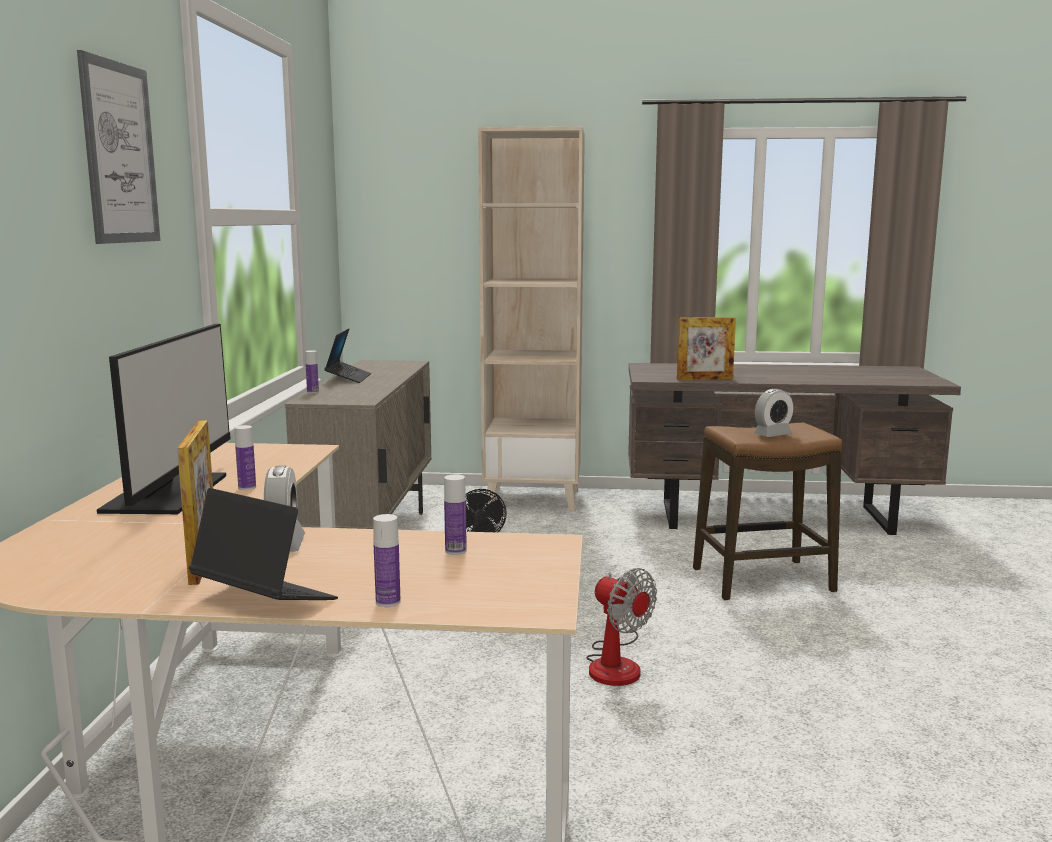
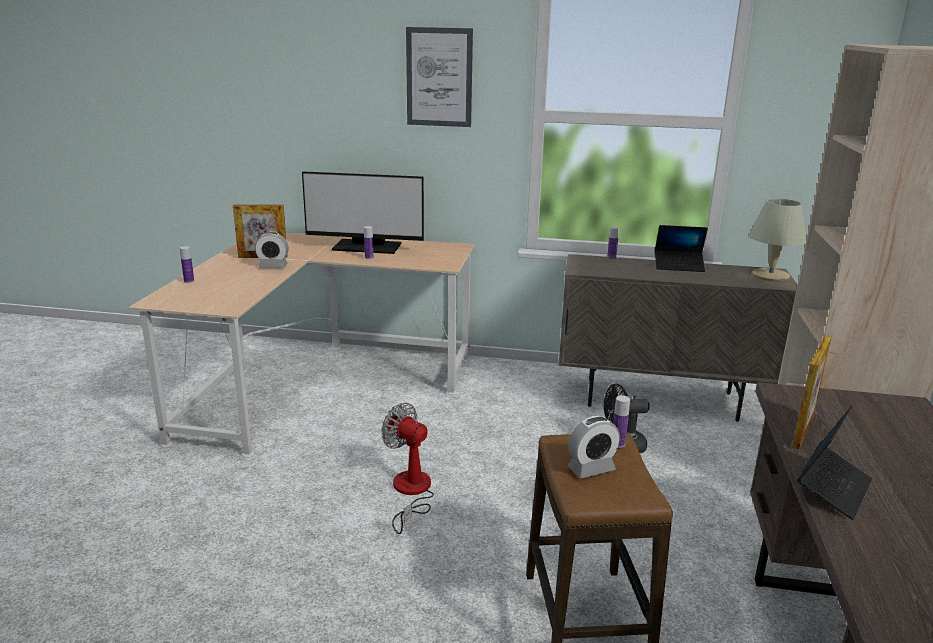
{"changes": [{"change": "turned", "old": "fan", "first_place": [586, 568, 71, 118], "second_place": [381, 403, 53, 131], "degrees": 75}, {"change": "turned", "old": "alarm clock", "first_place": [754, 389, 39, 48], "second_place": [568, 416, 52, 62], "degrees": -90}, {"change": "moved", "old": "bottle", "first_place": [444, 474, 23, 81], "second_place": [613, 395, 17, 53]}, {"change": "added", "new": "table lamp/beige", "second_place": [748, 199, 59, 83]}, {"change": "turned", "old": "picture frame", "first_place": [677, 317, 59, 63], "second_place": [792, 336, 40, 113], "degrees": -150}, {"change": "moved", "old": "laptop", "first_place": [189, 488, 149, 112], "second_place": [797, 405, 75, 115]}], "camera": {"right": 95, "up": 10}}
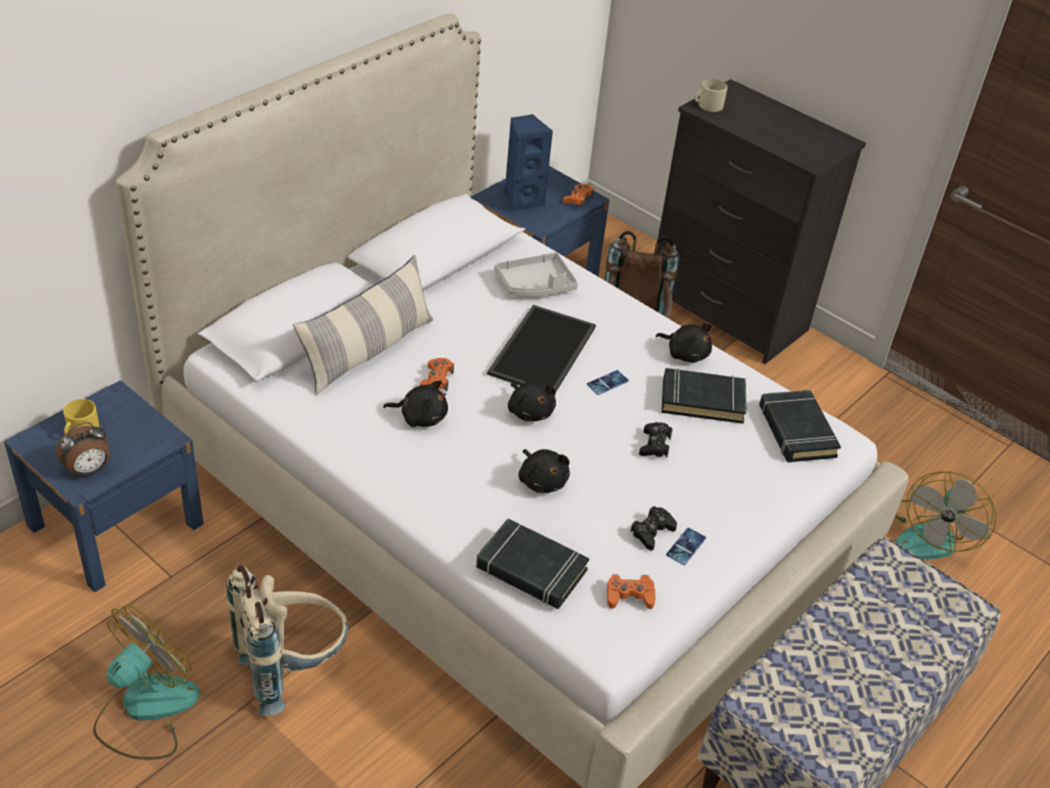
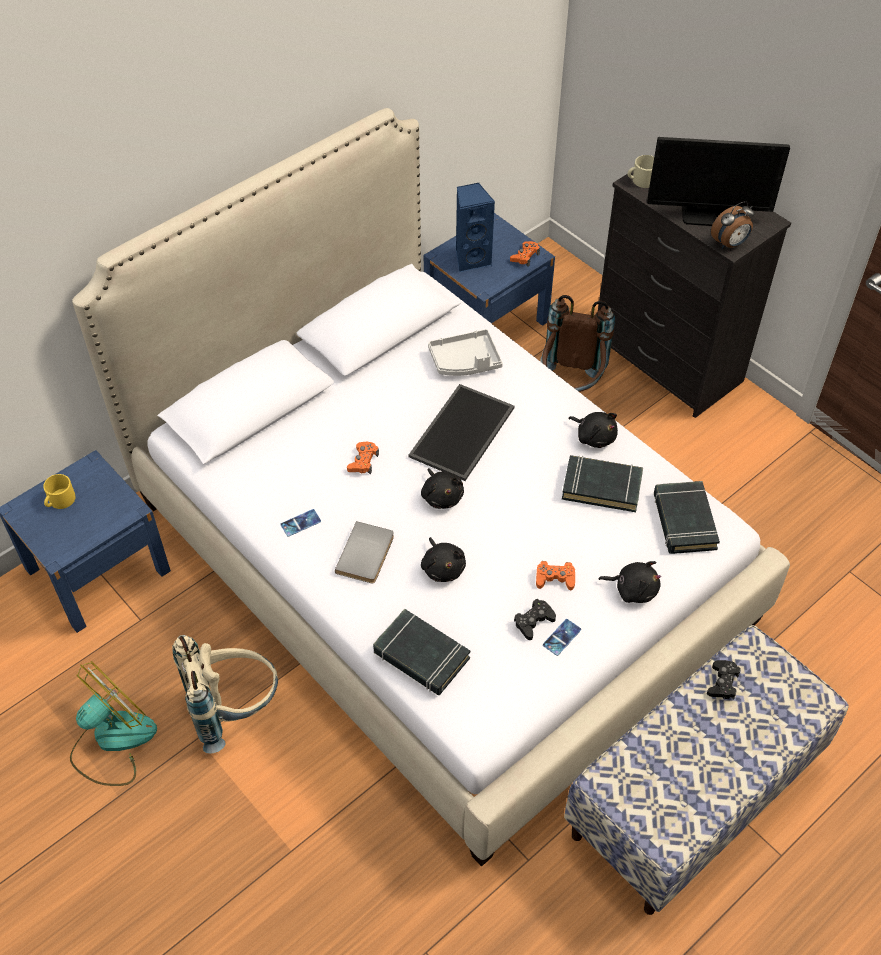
{"changes": [{"change": "moved", "old": "phone", "first_place": [587, 370, 42, 25], "second_place": [280, 509, 41, 28]}, {"change": "added", "new": "book/grey", "second_place": [335, 521, 59, 63]}, {"change": "moved", "old": "game controller/orange", "first_place": [607, 574, 49, 35], "second_place": [536, 561, 39, 29]}, {"change": "moved", "old": "plush toy/black", "first_place": [383, 381, 65, 46], "second_place": [599, 561, 62, 42]}, {"change": "added", "new": "monitor", "second_place": [647, 137, 143, 89]}, {"change": "moved", "old": "game controller/black", "first_place": [639, 422, 34, 36], "second_place": [707, 660, 34, 39]}, {"change": "moved", "old": "alarm clock", "first_place": [56, 422, 54, 55], "second_place": [711, 201, 44, 48]}, {"change": "removed", "old": "pillow", "first_place": [293, 255, 140, 140]}, {"change": "removed", "old": "fan", "first_place": [895, 471, 101, 88]}], "camera": {"right": 10, "up": 10}}
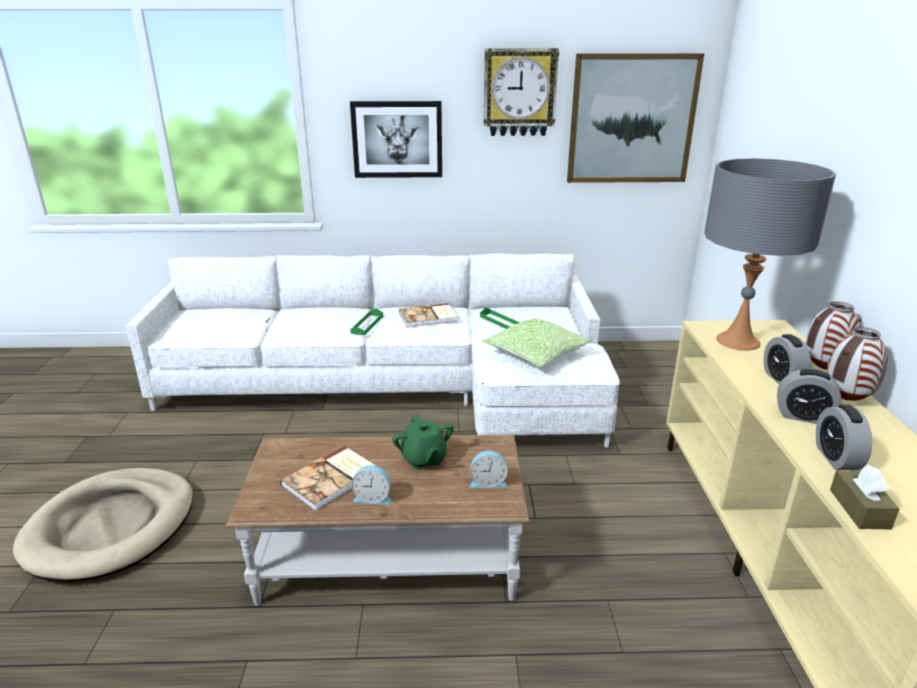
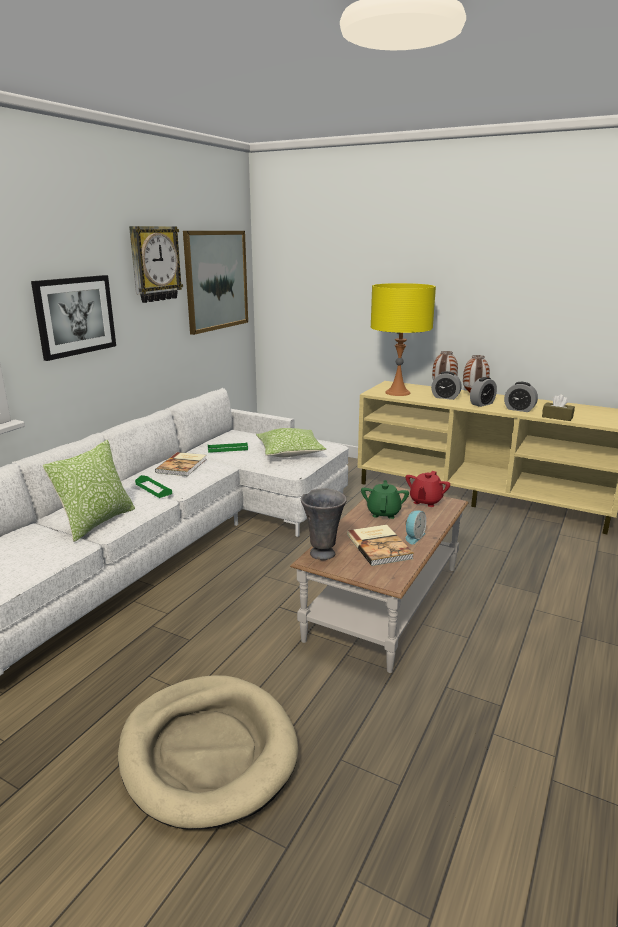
{"changes": [{"change": "added", "new": "pillow", "second_place": [43, 440, 92, 102]}, {"change": "added", "new": "vase/grey", "second_place": [301, 489, 46, 71]}, {"change": "turned", "old": "teapot/green", "first_place": [392, 414, 62, 56], "second_place": [361, 480, 48, 39], "degrees": -90}, {"change": "recoloured", "old": "table lamp/grey", "new": "table lamp/yellow", "first_place": [704, 158, 132, 193], "second_place": [371, 283, 65, 113]}, {"change": "replaced", "old": "alarm clock", "new": "teapot/red", "first_place": [470, 450, 38, 38], "second_place": [406, 471, 44, 36]}], "camera": {"right": -60, "up": -5}}
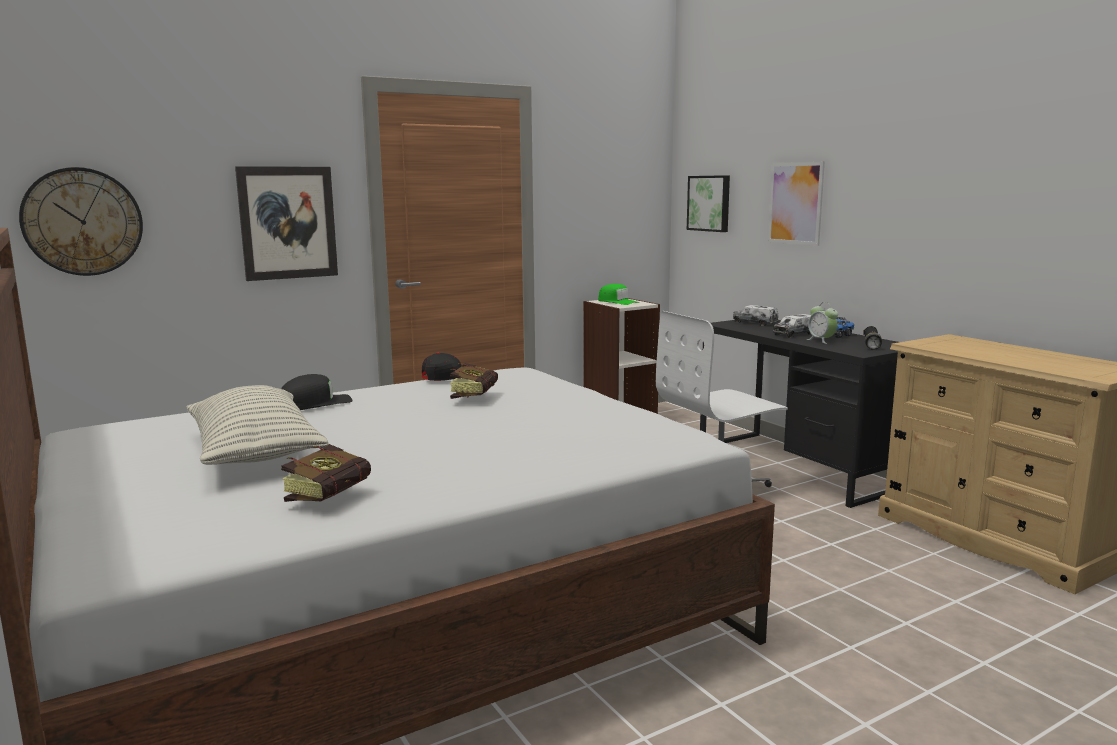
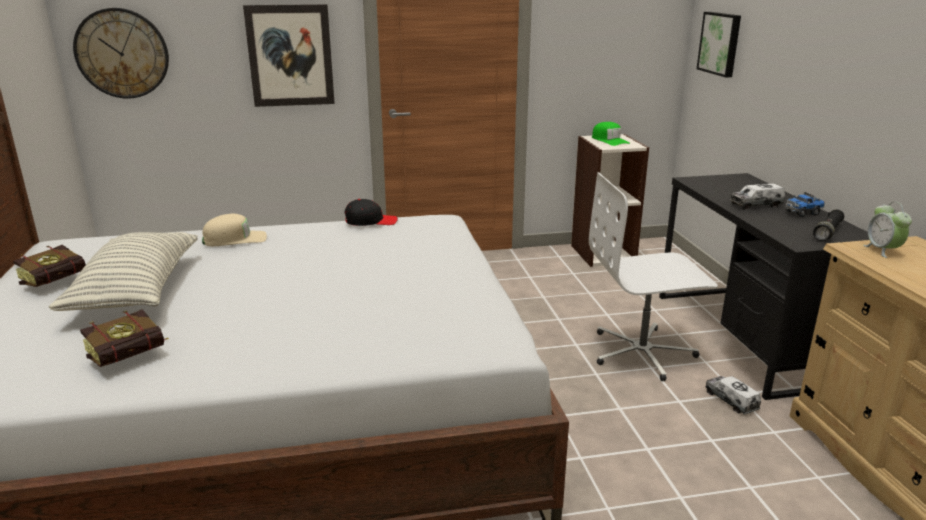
{"changes": [{"change": "moved", "old": "book", "first_place": [450, 363, 48, 36], "second_place": [13, 245, 73, 42]}, {"change": "recoloured", "old": "cap/black", "new": "cap/beige", "first_place": [281, 374, 72, 36], "second_place": [202, 214, 65, 32]}, {"change": "moved", "old": "toy truck", "first_place": [733, 305, 45, 21], "second_place": [705, 376, 56, 39]}, {"change": "moved", "old": "alarm clock", "first_place": [807, 302, 31, 42], "second_place": [863, 202, 49, 56]}, {"change": "removed", "old": "picture", "first_place": [768, 162, 57, 84]}], "camera": {"right": 20, "up": 10}}
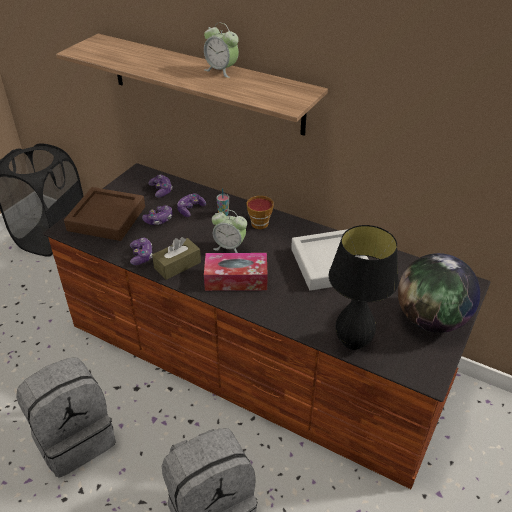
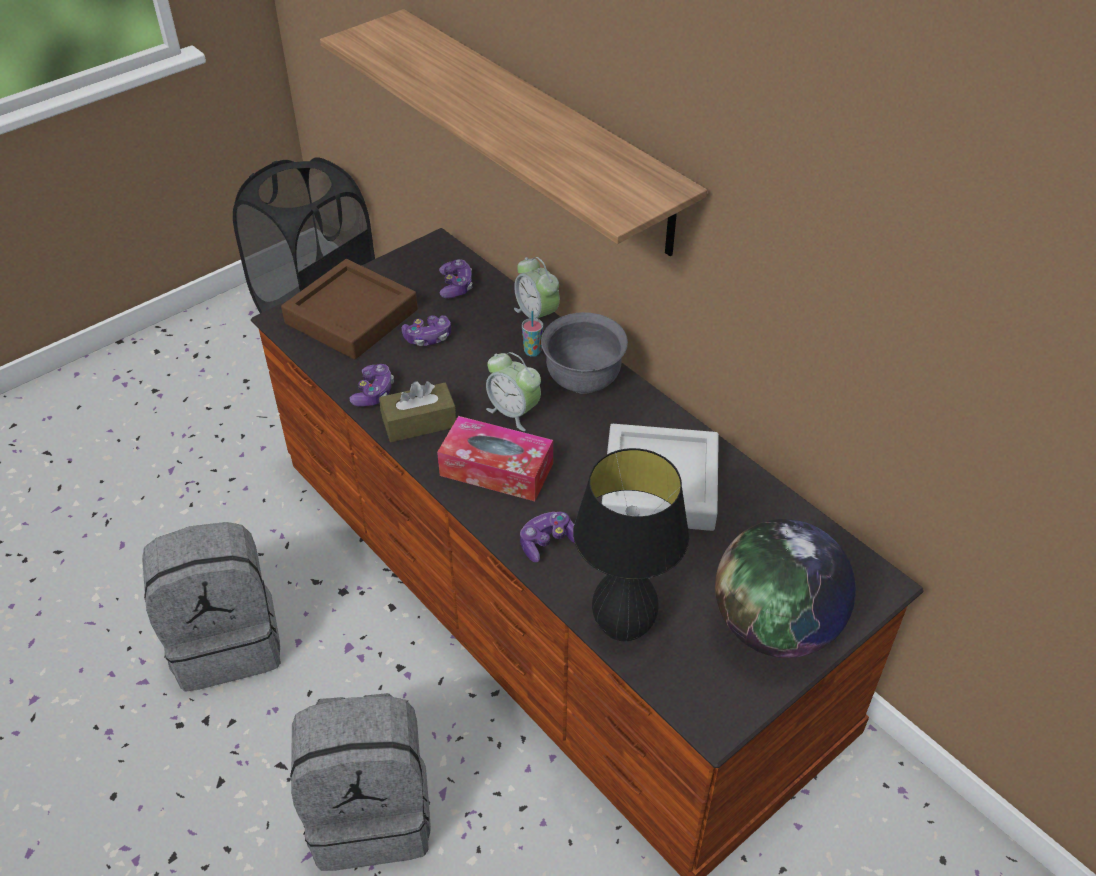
{"changes": [{"change": "moved", "old": "alarm clock", "first_place": [204, 22, 35, 56], "second_place": [514, 257, 46, 62]}, {"change": "moved", "old": "game controller", "first_place": [177, 193, 29, 24], "second_place": [520, 512, 55, 50]}, {"change": "replaced", "old": "cup", "new": "bowl/grey", "first_place": [246, 196, 28, 33], "second_place": [541, 312, 87, 82]}], "camera": {"right": 20, "up": 5}}
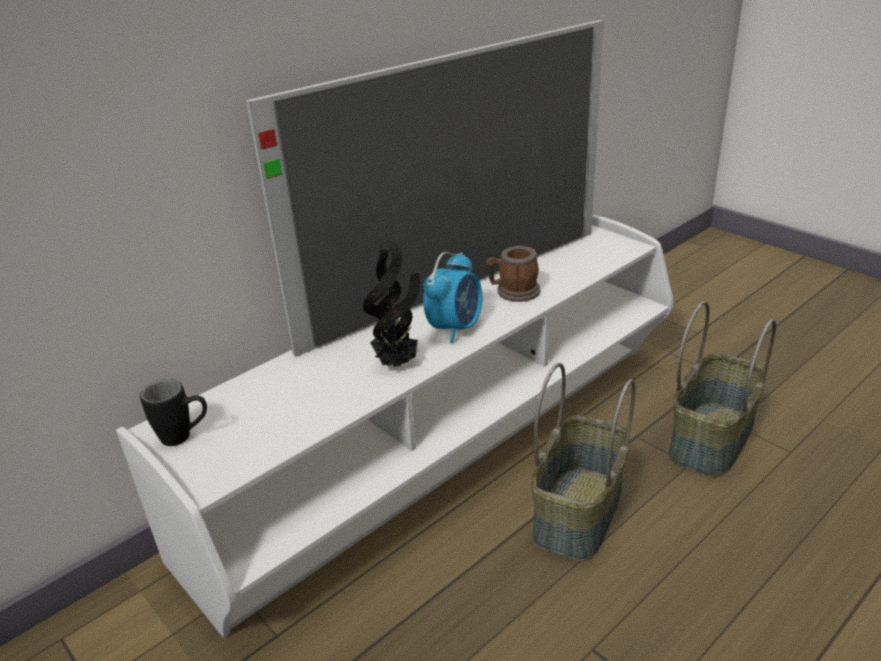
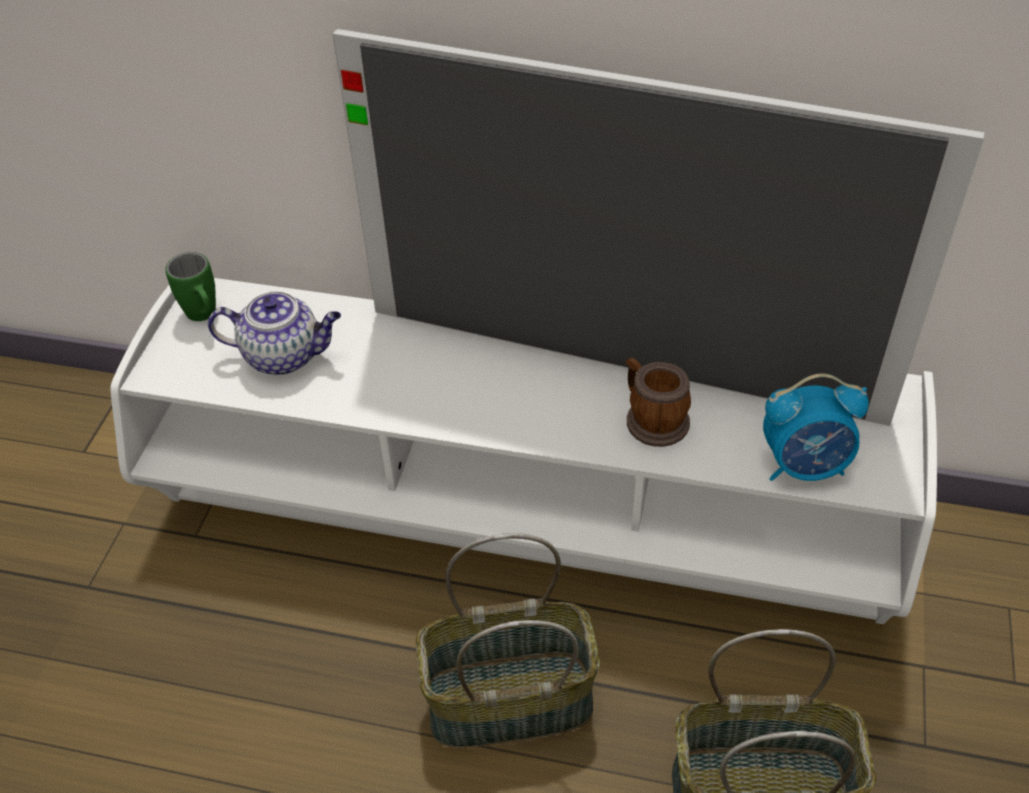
{"changes": [{"change": "recoloured", "old": "mug/black", "new": "mug/green", "first_place": [140, 379, 67, 67], "second_place": [165, 252, 51, 69]}, {"change": "added", "new": "teapot", "second_place": [208, 291, 133, 84]}, {"change": "moved", "old": "alarm clock", "first_place": [423, 252, 59, 92], "second_place": [763, 374, 106, 107]}, {"change": "removed", "old": "potted plant", "first_place": [363, 240, 57, 127]}], "camera": {"right": 55, "up": 15}}
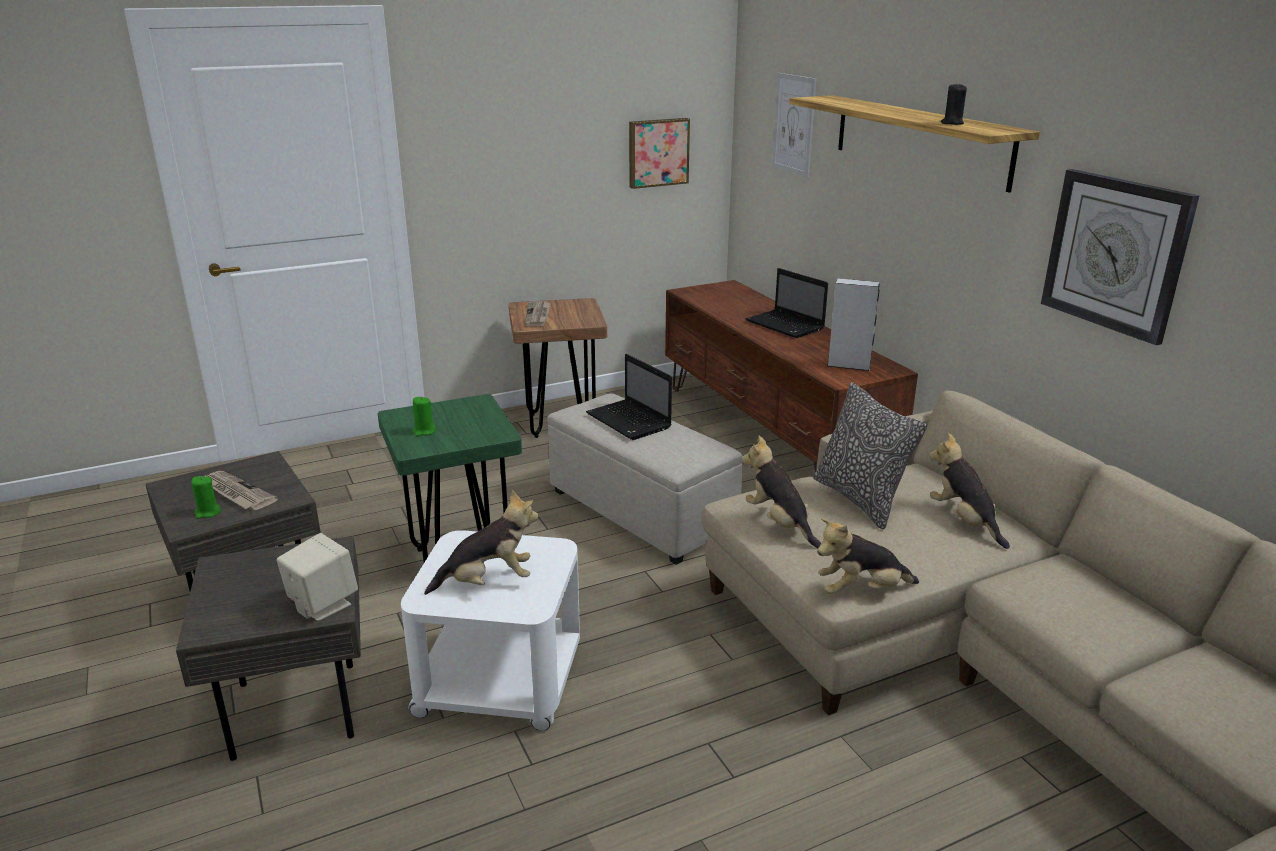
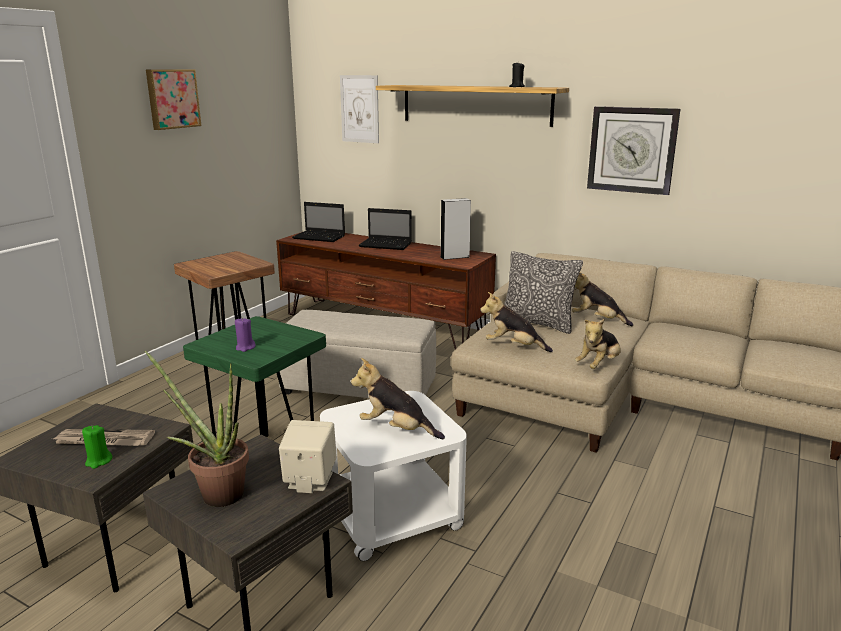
{"changes": [{"change": "added", "new": "potted plant", "second_place": [145, 350, 104, 157]}, {"change": "moved", "old": "picture", "first_place": [629, 118, 61, 71], "second_place": [146, 69, 55, 61]}, {"change": "recoloured", "old": "candle/green", "new": "candle/purple", "first_place": [412, 397, 24, 39], "second_place": [235, 317, 21, 35]}, {"change": "moved", "old": "laptop", "first_place": [586, 354, 86, 86], "second_place": [292, 202, 53, 40]}, {"change": "turned", "old": "plush toy", "first_place": [424, 490, 115, 105], "second_place": [351, 358, 94, 81], "degrees": -105}, {"change": "removed", "old": "newspaper", "first_place": [525, 301, 26, 26]}], "camera": {"right": -35, "up": -5}}
